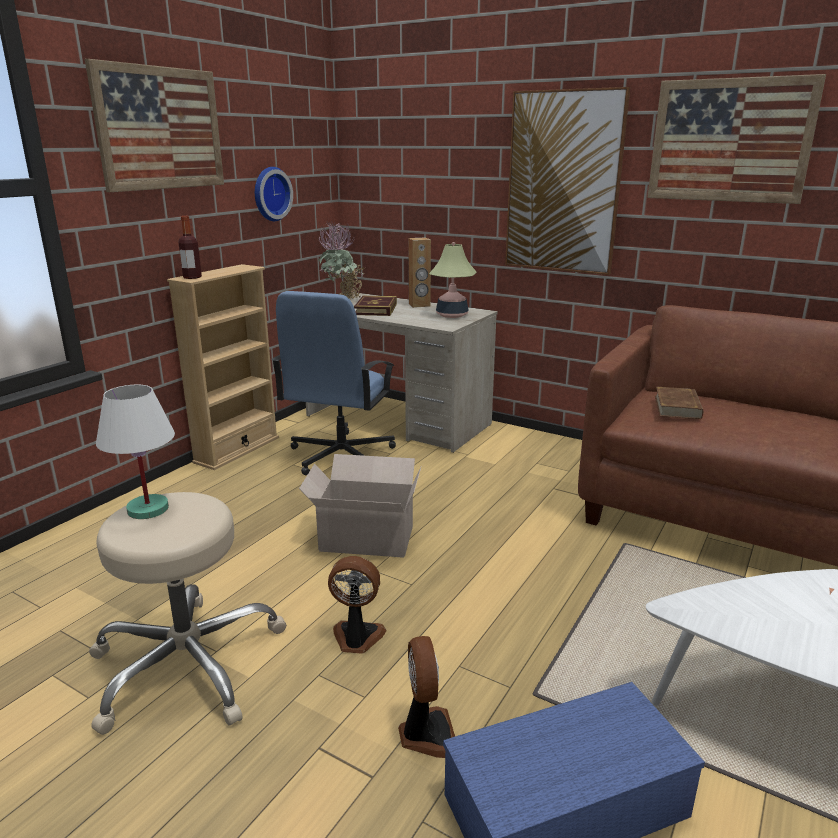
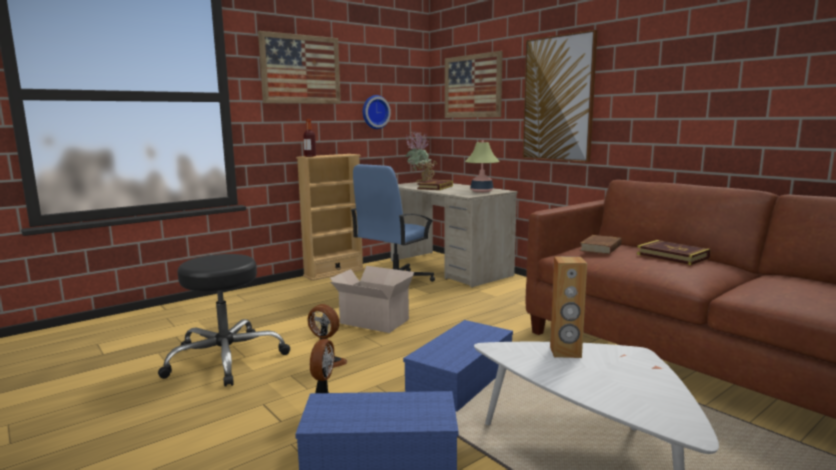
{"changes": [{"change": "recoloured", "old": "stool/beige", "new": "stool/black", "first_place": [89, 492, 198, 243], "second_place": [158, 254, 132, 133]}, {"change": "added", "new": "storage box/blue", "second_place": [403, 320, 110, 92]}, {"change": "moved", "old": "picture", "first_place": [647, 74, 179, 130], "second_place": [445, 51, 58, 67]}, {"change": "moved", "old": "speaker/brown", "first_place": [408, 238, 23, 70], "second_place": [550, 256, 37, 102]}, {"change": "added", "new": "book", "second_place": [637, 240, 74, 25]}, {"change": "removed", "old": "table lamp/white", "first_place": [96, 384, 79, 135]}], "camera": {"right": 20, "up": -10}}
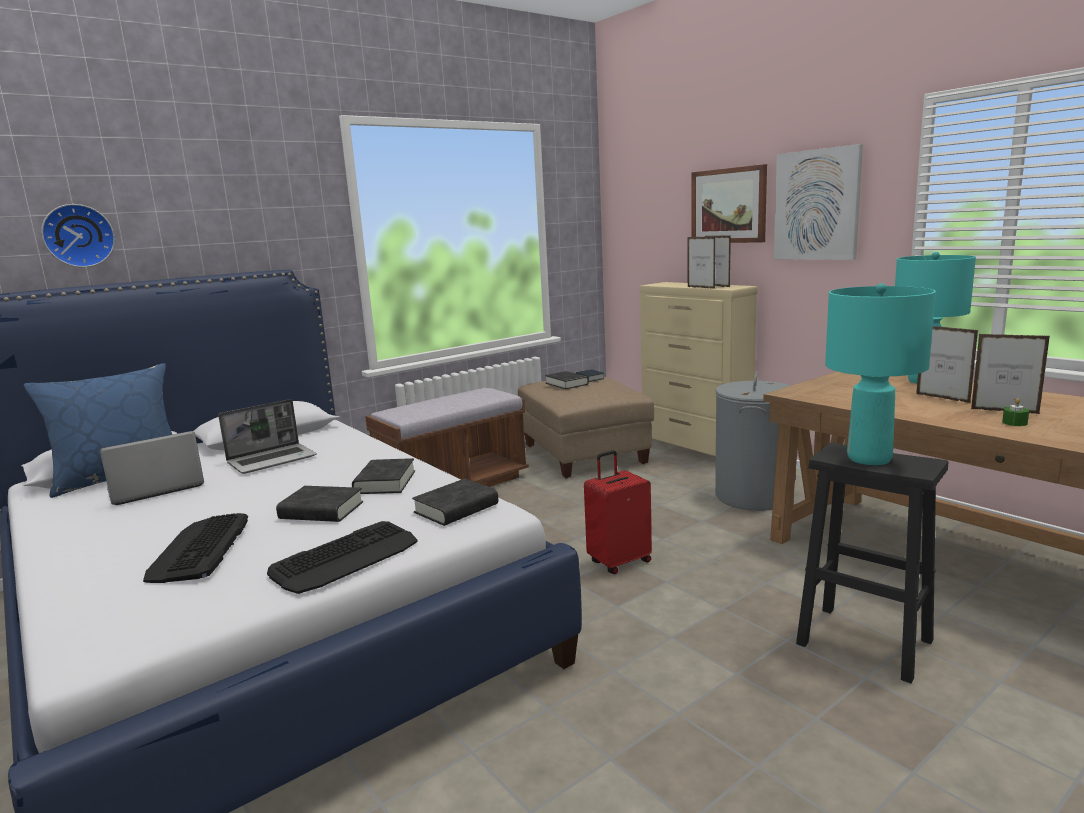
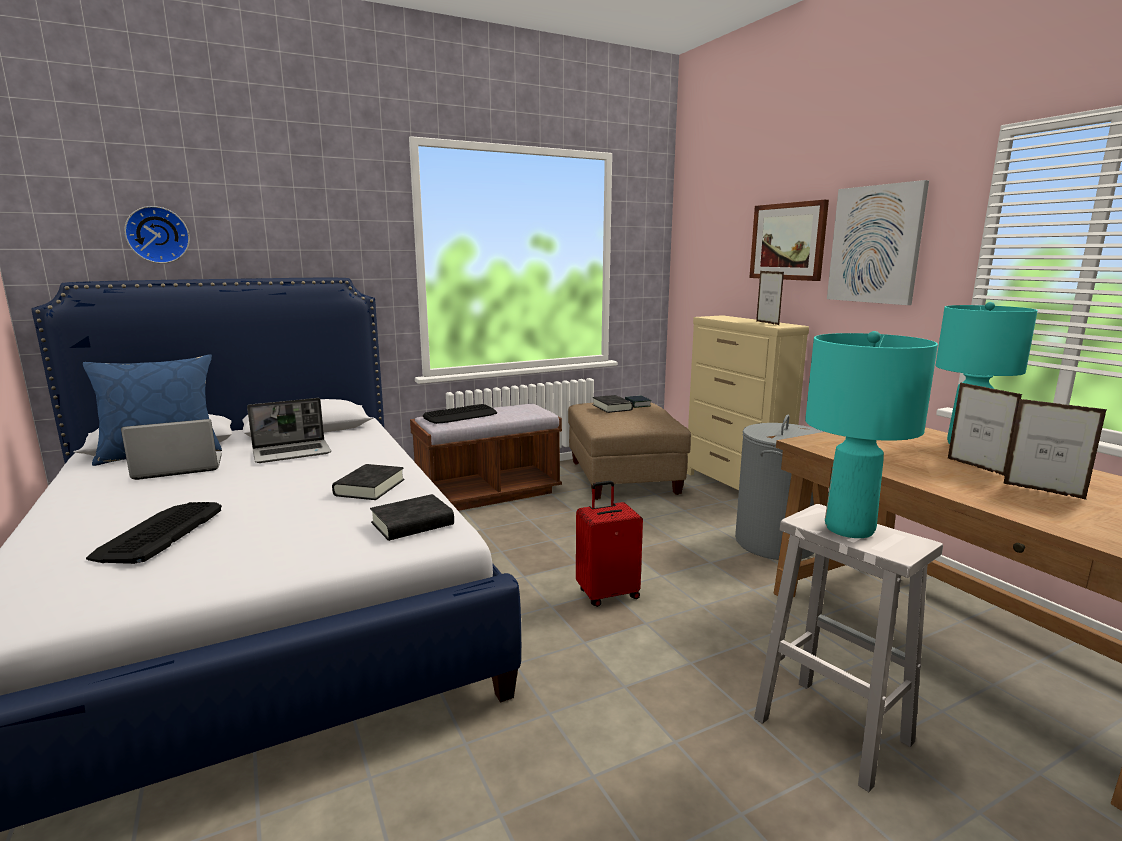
{"changes": [{"change": "moved", "old": "keyboard", "first_place": [267, 521, 151, 73], "second_place": [423, 404, 74, 20]}, {"change": "recoloured", "old": "stool/black", "new": "stool/white", "first_place": [796, 442, 152, 241], "second_place": [754, 504, 189, 288]}, {"change": "removed", "old": "book/black", "first_place": [276, 486, 87, 36]}, {"change": "removed", "old": "picture frame", "first_place": [688, 236, 28, 53]}, {"change": "removed", "old": "candle/green", "first_place": [1002, 398, 27, 28]}], "camera": {"right": 10, "up": 0}}
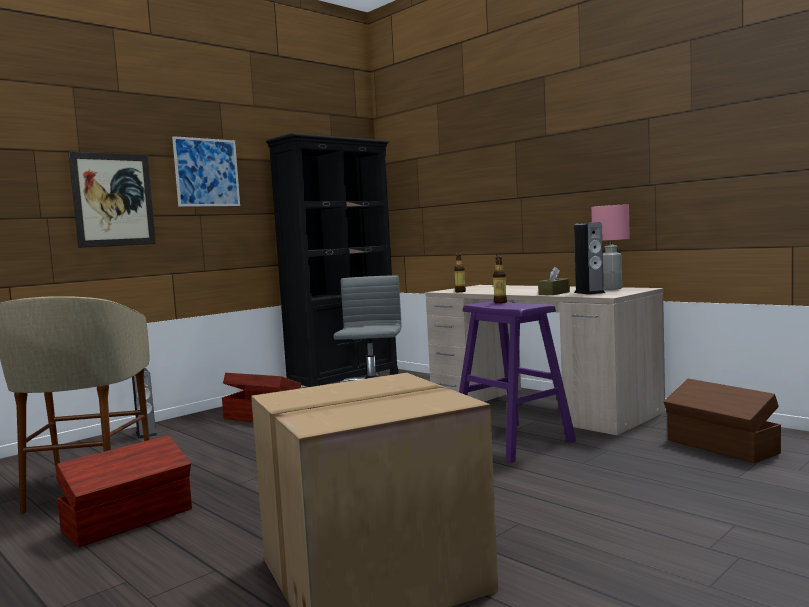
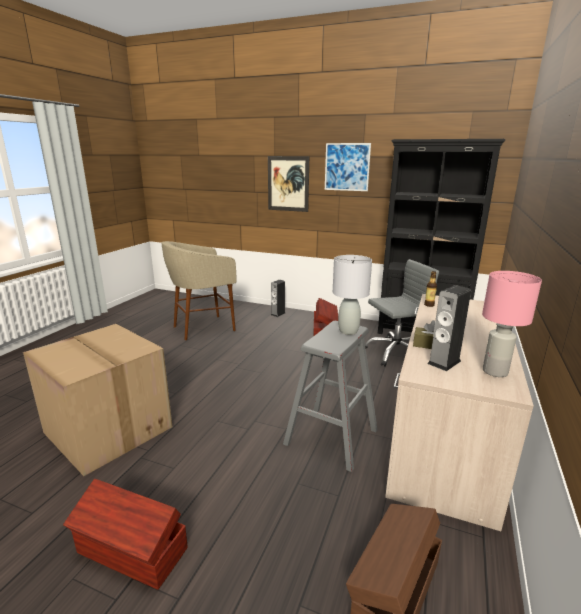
{"changes": [{"change": "moved", "old": "storage box/brown", "first_place": [56, 435, 136, 112], "second_place": [63, 479, 125, 111]}, {"change": "recoloured", "old": "stool/purple", "new": "stool/grey", "first_place": [459, 301, 117, 162], "second_place": [283, 321, 95, 151]}, {"change": "replaced", "old": "bottle", "new": "table lamp/grey", "first_place": [493, 256, 14, 48], "second_place": [333, 255, 39, 80]}], "camera": {"right": 65, "up": 15}}
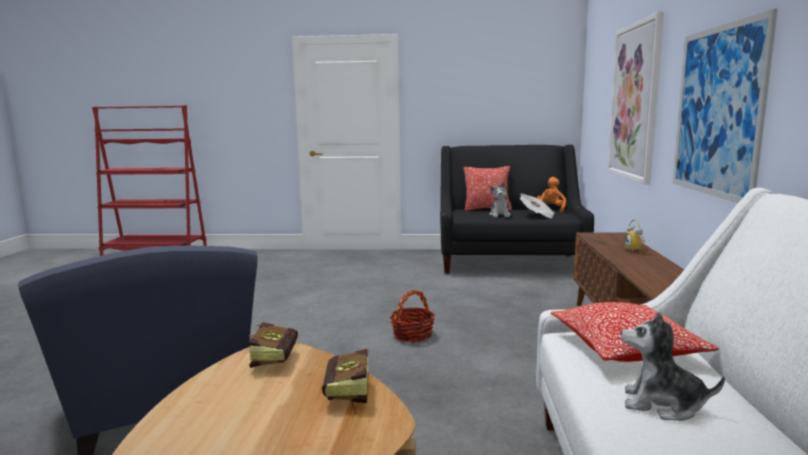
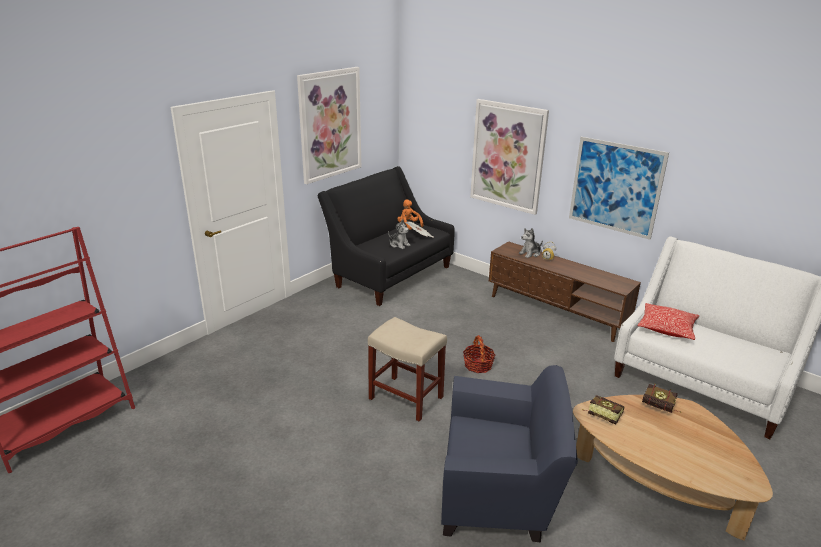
{"changes": [{"change": "added", "new": "picture", "second_place": [297, 67, 64, 117]}, {"change": "added", "new": "stool/beige", "second_place": [368, 317, 79, 105]}, {"change": "moved", "old": "plush toy", "first_place": [621, 313, 104, 107], "second_place": [519, 228, 24, 30]}, {"change": "removed", "old": "pillow", "first_place": [464, 166, 48, 45]}], "camera": {"right": -55, "up": 15}}
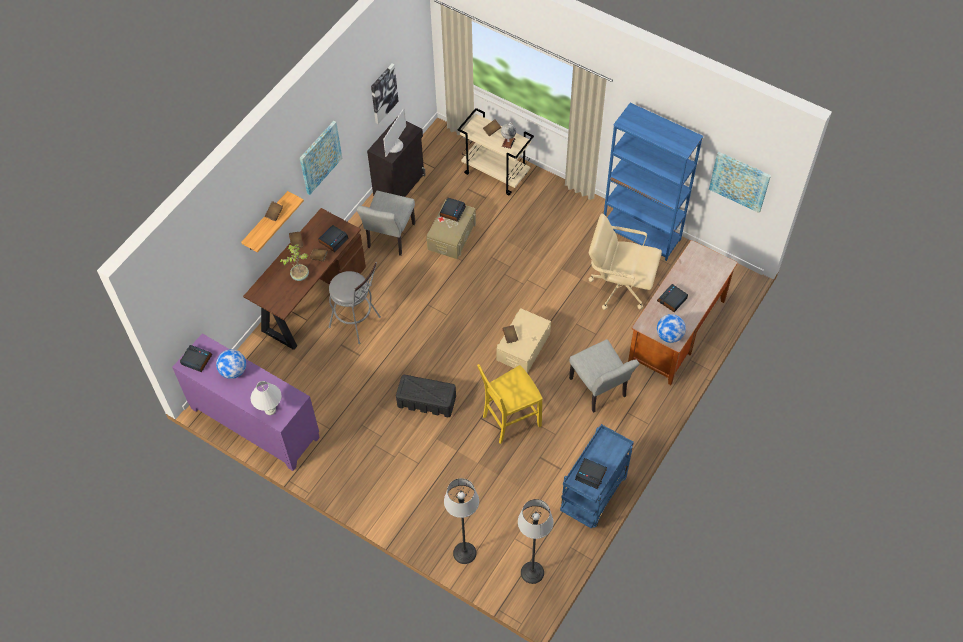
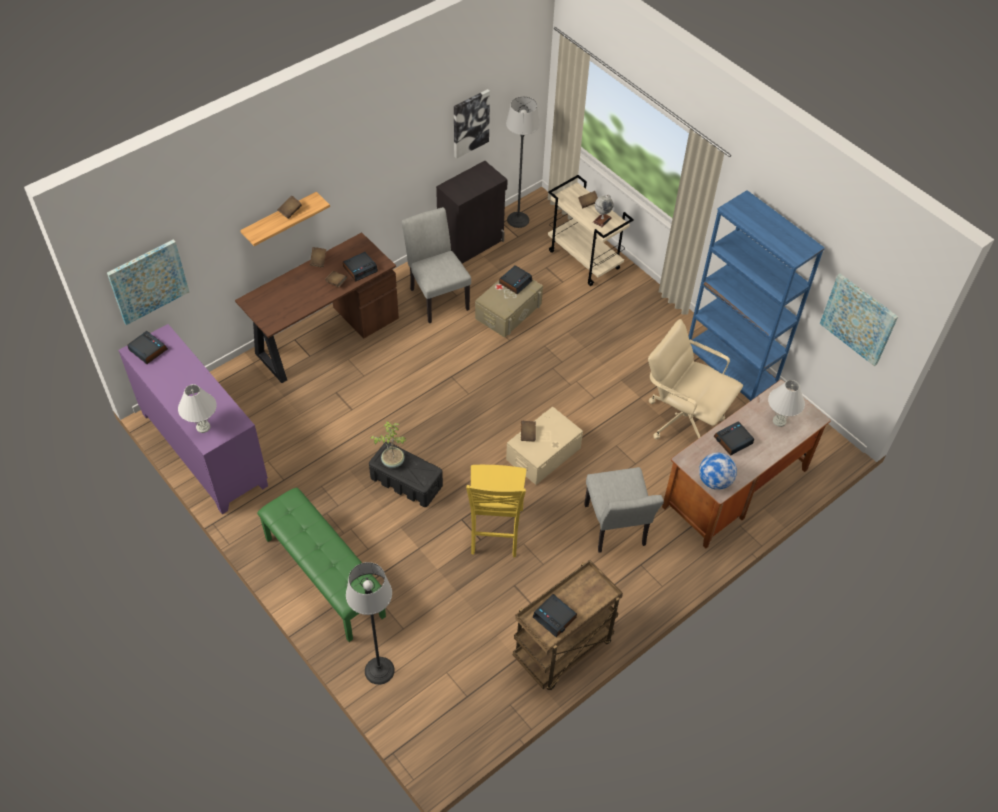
{"changes": [{"change": "moved", "old": "picture", "first_place": [300, 121, 42, 74], "second_place": [107, 239, 82, 86]}, {"change": "added", "new": "bench/green", "second_place": [257, 488, 129, 154]}, {"change": "moved", "old": "potted plant", "first_place": [280, 244, 29, 37], "second_place": [370, 421, 37, 47]}, {"change": "turned", "old": "chair/grey", "first_place": [357, 191, 58, 65], "second_place": [402, 207, 69, 116], "degrees": 120}, {"change": "turned", "old": "chair/yellow", "first_place": [477, 364, 66, 80], "second_place": [466, 465, 60, 92], "degrees": -75}, {"change": "moved", "old": "floor lamp", "first_place": [518, 499, 35, 85], "second_place": [506, 96, 34, 132]}, {"change": "recoloured", "old": "cart/blue", "new": "cart/brown", "first_place": [560, 424, 74, 105], "second_place": [513, 560, 110, 130]}, {"change": "added", "new": "table lamp/white", "second_place": [768, 380, 37, 47]}, {"change": "removed", "old": "globe", "first_place": [216, 349, 30, 30]}, {"change": "removed", "old": "stool/grey", "first_place": [329, 262, 52, 82]}, {"change": "removed", "old": "monitor", "first_place": [383, 108, 23, 49]}], "camera": {"right": 15, "up": -5}}
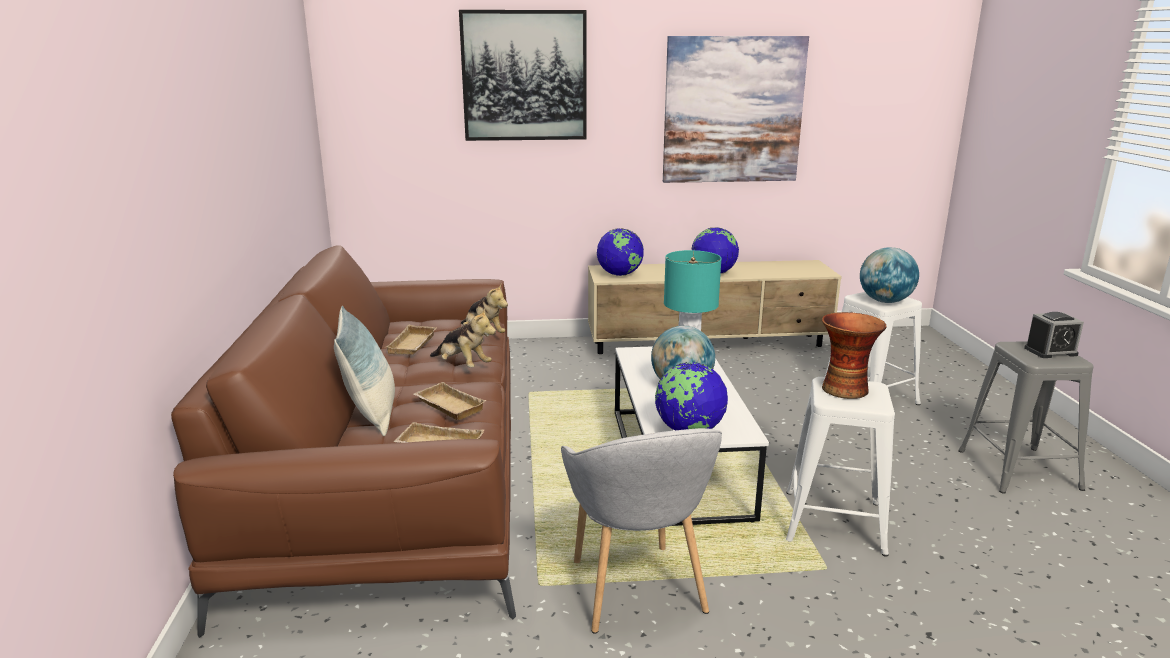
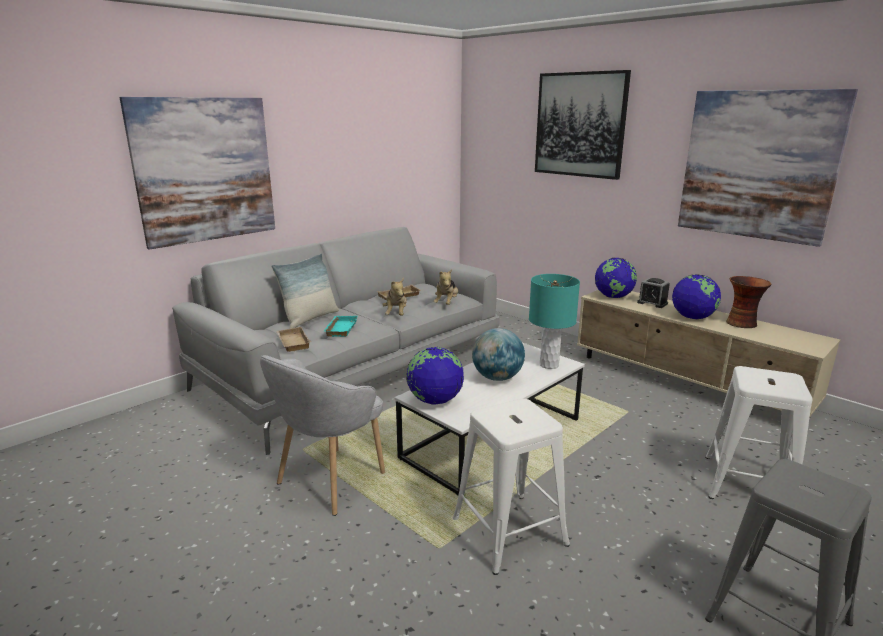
{"changes": [{"change": "added", "new": "picture", "second_place": [120, 97, 155, 153]}, {"change": "recoloured", "old": "sofa/brown", "new": "sofa/grey", "first_place": [171, 245, 345, 393], "second_place": [172, 227, 328, 228]}, {"change": "recoloured", "old": "tray/beige", "new": "tray/turquoise", "first_place": [414, 382, 73, 38], "second_place": [324, 316, 34, 21]}, {"change": "moved", "old": "alarm clock", "first_place": [1024, 312, 60, 46], "second_place": [637, 278, 33, 30]}, {"change": "moved", "old": "vase", "first_place": [822, 312, 65, 87], "second_place": [726, 276, 45, 52]}, {"change": "removed", "old": "globe", "first_place": [860, 247, 59, 56]}], "camera": {"right": 50, "up": 0}}
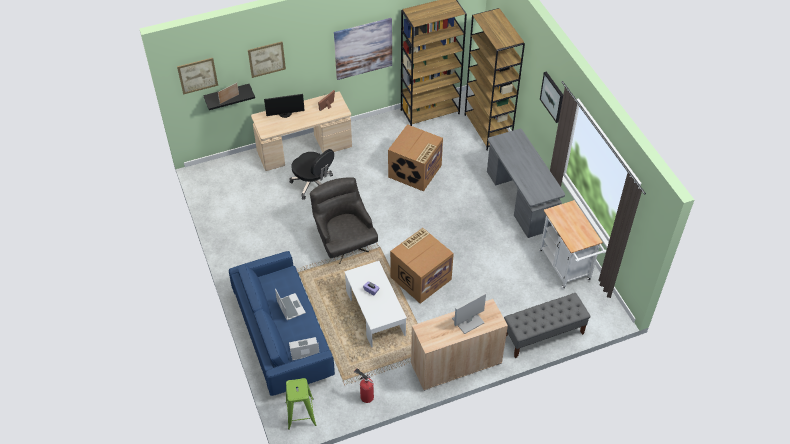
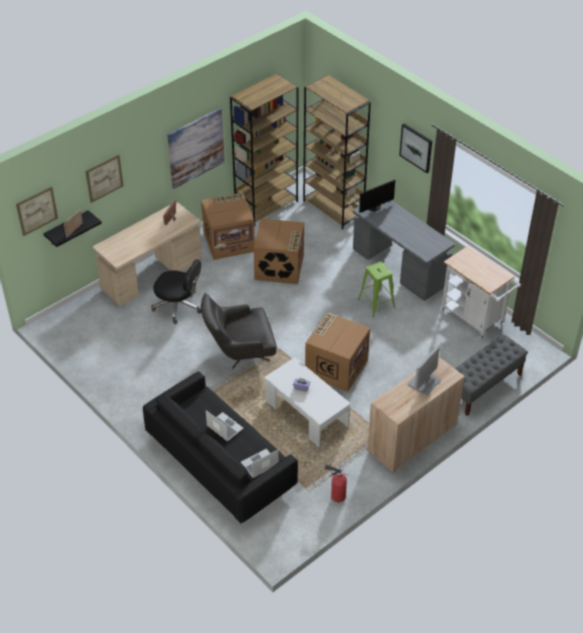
{"changes": [{"change": "recoloured", "old": "sofa/blue", "new": "sofa/black", "first_place": [229, 251, 106, 145], "second_place": [143, 371, 155, 152]}, {"change": "added", "new": "cardboard box", "second_place": [201, 192, 54, 68]}, {"change": "turned", "old": "armchair/grey", "first_place": [310, 177, 68, 87], "second_place": [201, 293, 76, 76], "degrees": -60}, {"change": "moved", "old": "stool/green", "first_place": [285, 378, 32, 52], "second_place": [358, 262, 37, 55]}, {"change": "moved", "old": "monitor", "first_place": [264, 94, 41, 24], "second_place": [359, 180, 36, 33]}], "camera": {"right": -20, "up": -5}}
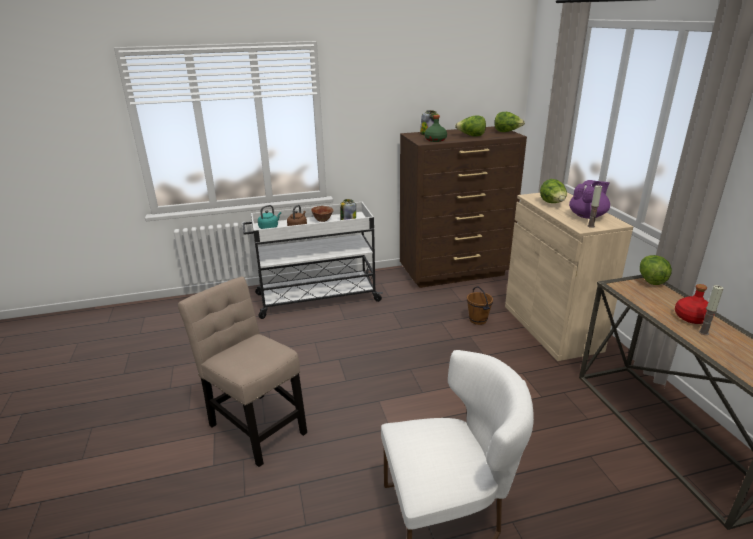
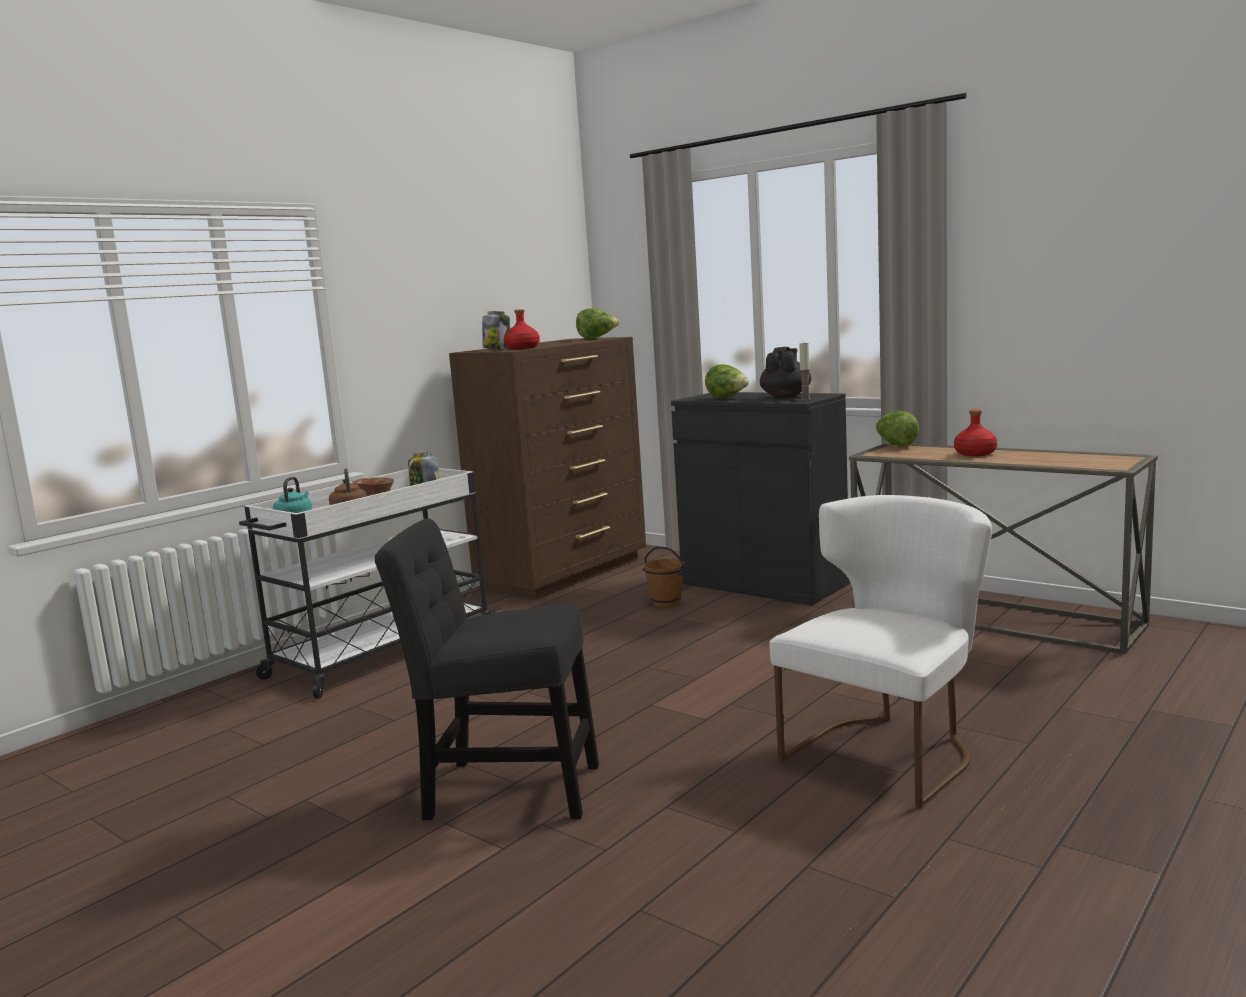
{"changes": [{"change": "recoloured", "old": "chair/beige", "new": "chair/black", "first_place": [178, 276, 129, 191], "second_place": [375, 518, 224, 302]}, {"change": "recoloured", "old": "bottle/green", "new": "bottle/red", "first_place": [425, 115, 22, 27], "second_place": [504, 309, 36, 41]}, {"change": "recoloured", "old": "cabinet/beige", "new": "cabinet/black", "first_place": [505, 192, 128, 169], "second_place": [671, 392, 179, 213]}, {"change": "recoloured", "old": "teapot/purple", "new": "teapot/black", "first_place": [569, 180, 41, 39], "second_place": [760, 347, 52, 51]}, {"change": "removed", "old": "lettuce", "first_place": [455, 115, 31, 22]}, {"change": "removed", "old": "candle", "first_place": [699, 285, 25, 50]}], "camera": {"right": -35, "up": -15}}
